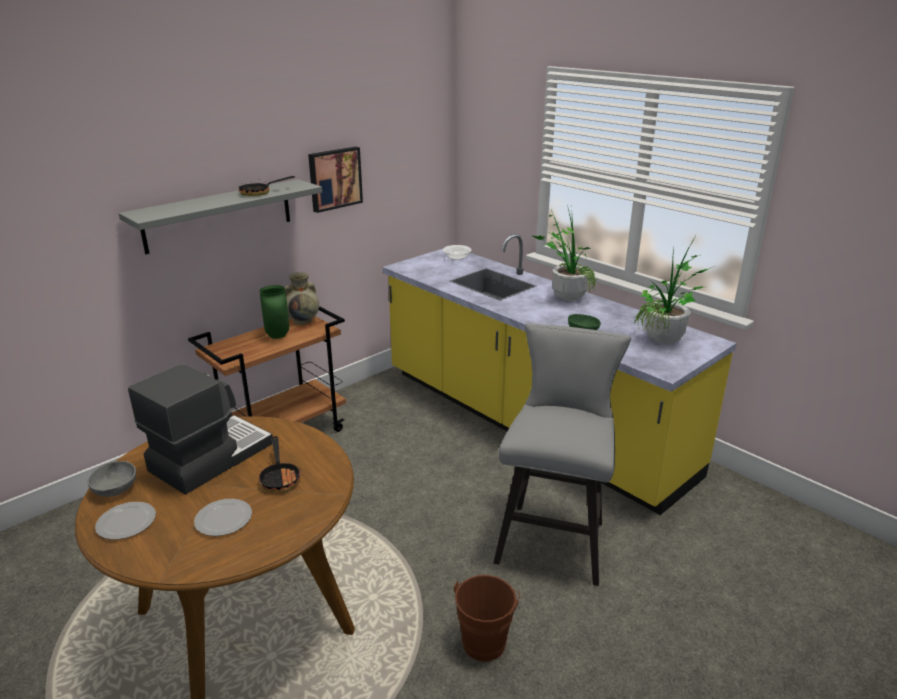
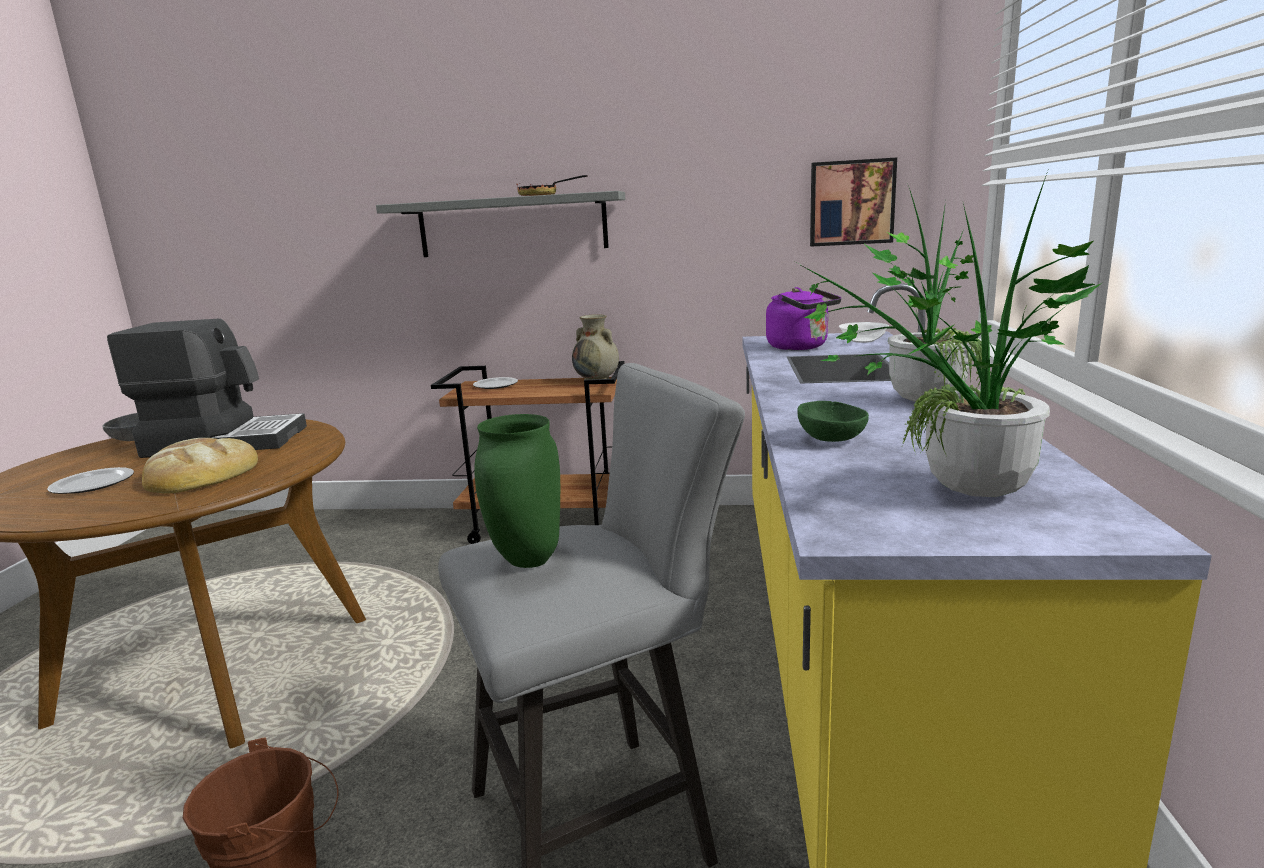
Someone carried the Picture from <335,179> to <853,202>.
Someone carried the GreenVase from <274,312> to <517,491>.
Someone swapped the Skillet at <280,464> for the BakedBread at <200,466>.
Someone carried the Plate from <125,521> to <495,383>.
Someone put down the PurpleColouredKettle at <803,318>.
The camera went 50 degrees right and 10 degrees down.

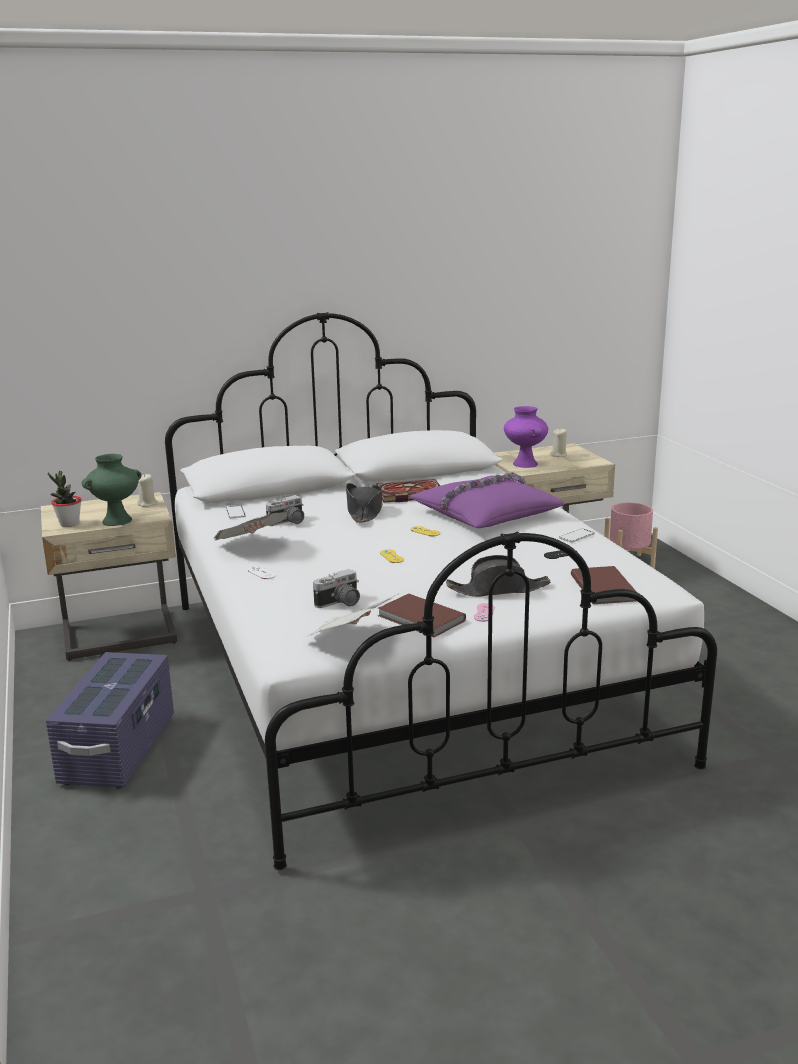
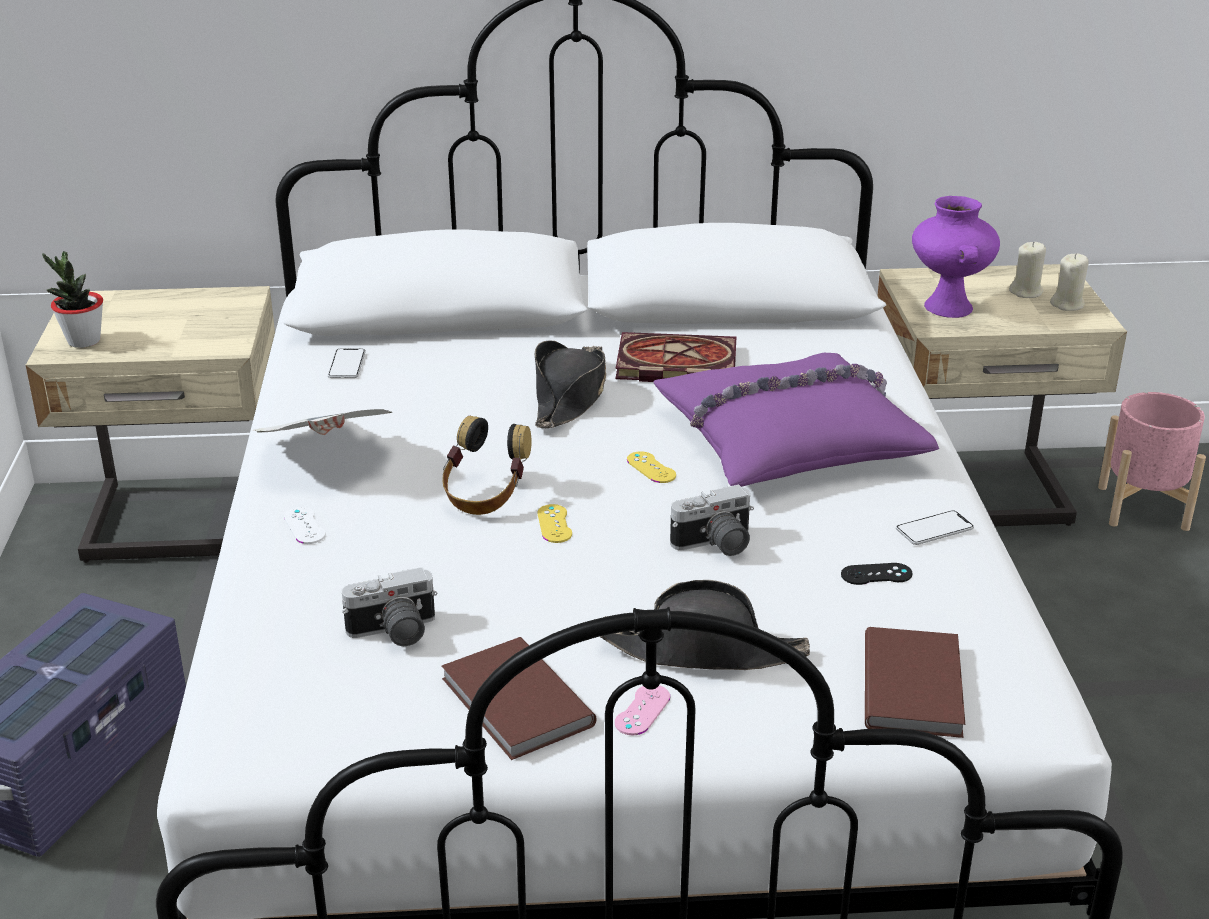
Someone took away the GreenVase at <112,490>.
Someone carried the SandColouredWaxLight from <147,490> to <1069,282>.
Someone carried the StillCamera from <285,510> to <712,520>.
Someone took away the Newspaper at <350,616>.
Someone put down the Headphones at <487,465>.
The camera went 15 degrees right and 10 degrees up.

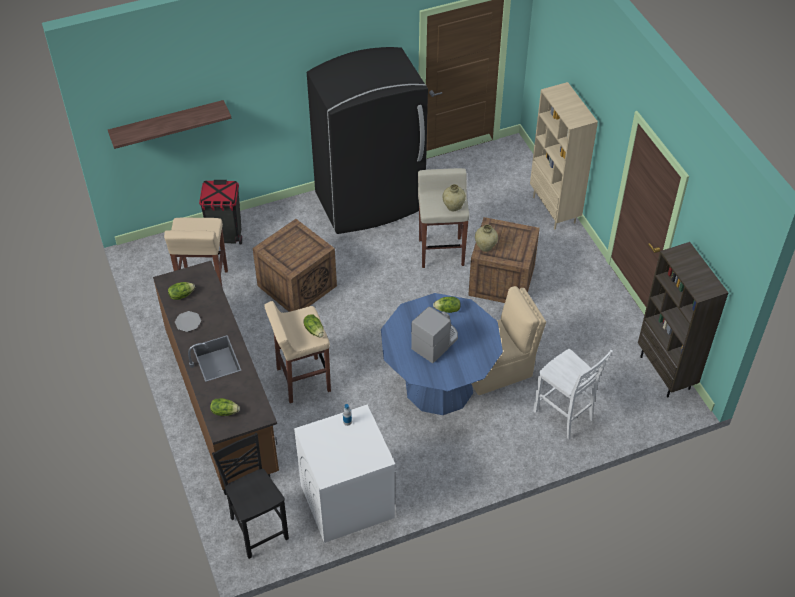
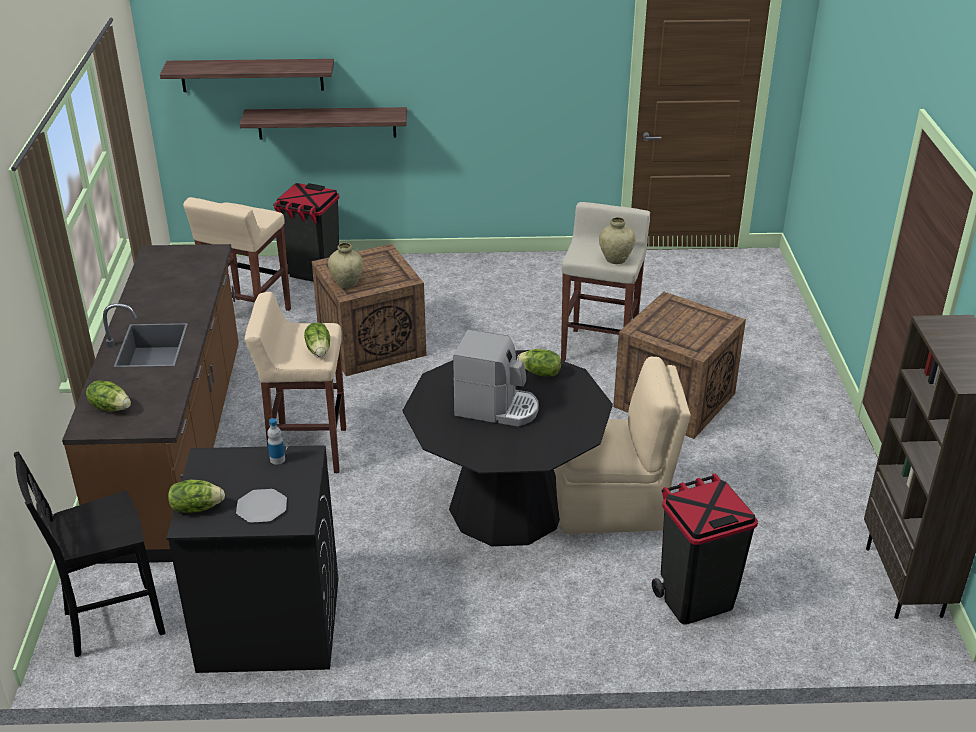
Someone took away the BlackFridge at <367,140>.
Someone took away the SandColouredBookshelf at <564,156>.
Someone carried the SandColouredVase from <486,238> to <346,265>.
Someone carried the LettuceHead from <181,291> to <196,496>.
Someone repainted the BluishDiningTable at <442,354>, which became the BlackDiningTable at <507,448>.
Someone rotated the CoffeeMaker at <434,335> by 45 degrees clockwise.
Someone carried the Plate from <188,321> to <261,506>.
Someone swapped the WhiteColouredPlainChair at <573,394> for the BlackWasteBin at <705,549>.
Someone repainted the WhiteColouredLaundryAppliance at <344,474>, which became the BlackLaundryAppliance at <253,559>.
Someone rotated the BlackPlainChair at <250,496> by 105 degrees counterclockwise.
Someone put up the Shelf at <323,123>.
The camera went 20 degrees right and 15 degrees down.

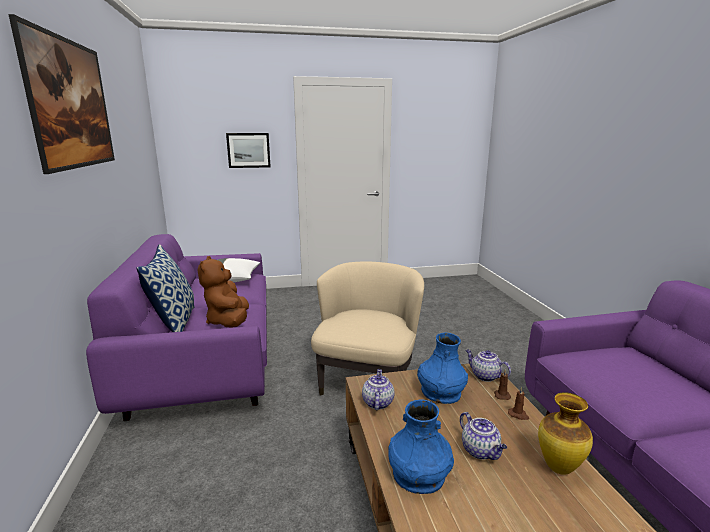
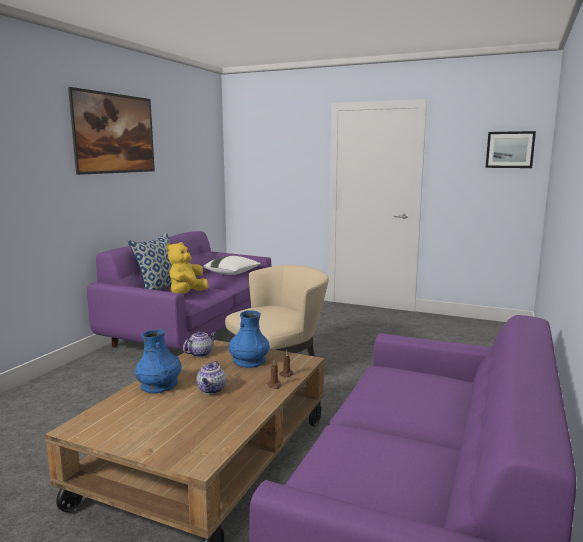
Someone carried the Picture from <248,150> to <511,149>.
Someone repainted the BrownishPlushToy at <223,291>, which became the YellowPlushToy at <187,268>.
Someone took away the Teapot at <488,365>.
Someone took away the Vase at <565,433>.
The camera went 35 degrees right and 5 degrees down.

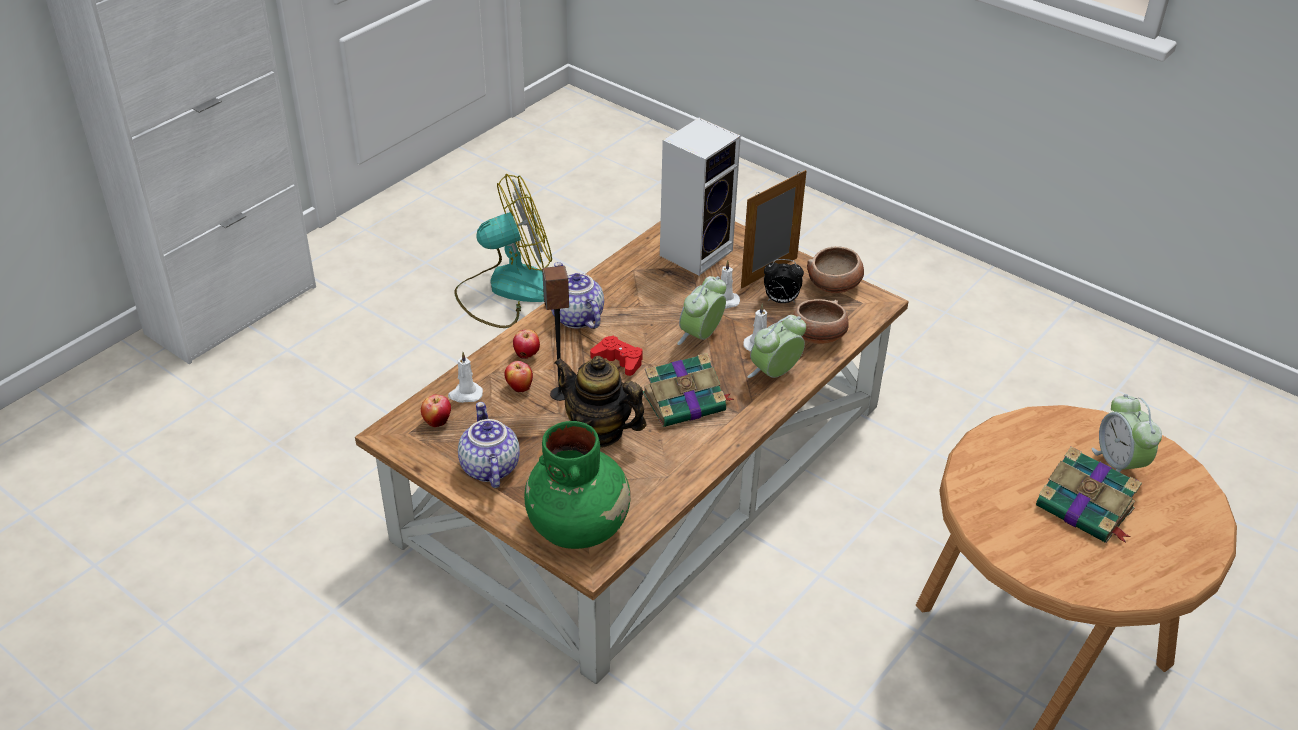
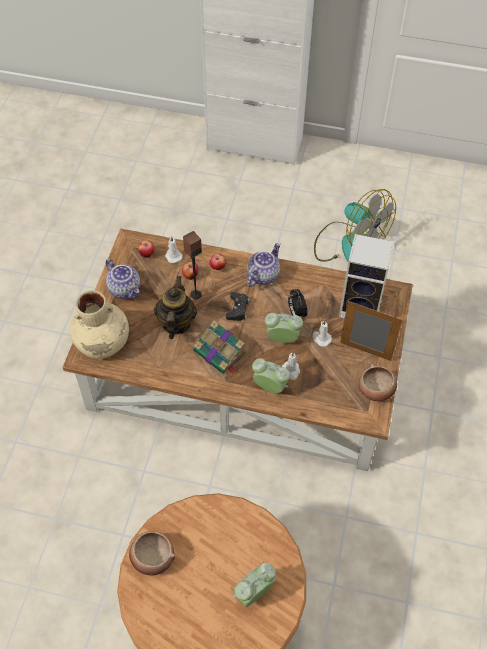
Someone carried the TableClock from <784,281> to <298,303>.
Someone carried the Bowl from <821,321> to <152,553>.
Someone repainted the RedColouredJoypad at <616,356>, which became the BlackJoypad at <237,306>.
Someone rotated the Teapot at <489,445> by 90 degrees clockwise.
Someone repainted the GreenVase at <577,485>, which became the SandColouredVase at <99,324>.
Someone took away the Book at <1089,494>.
The camera went 65 degrees right and 15 degrees up.

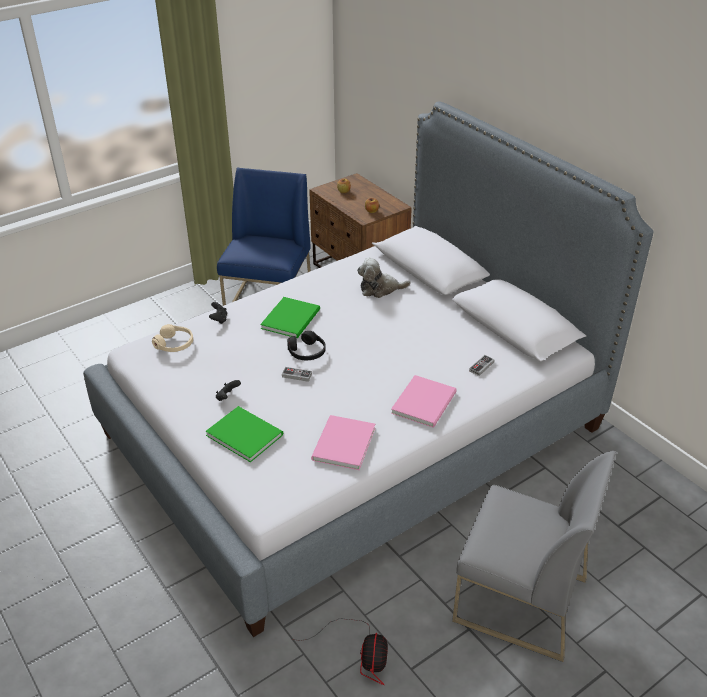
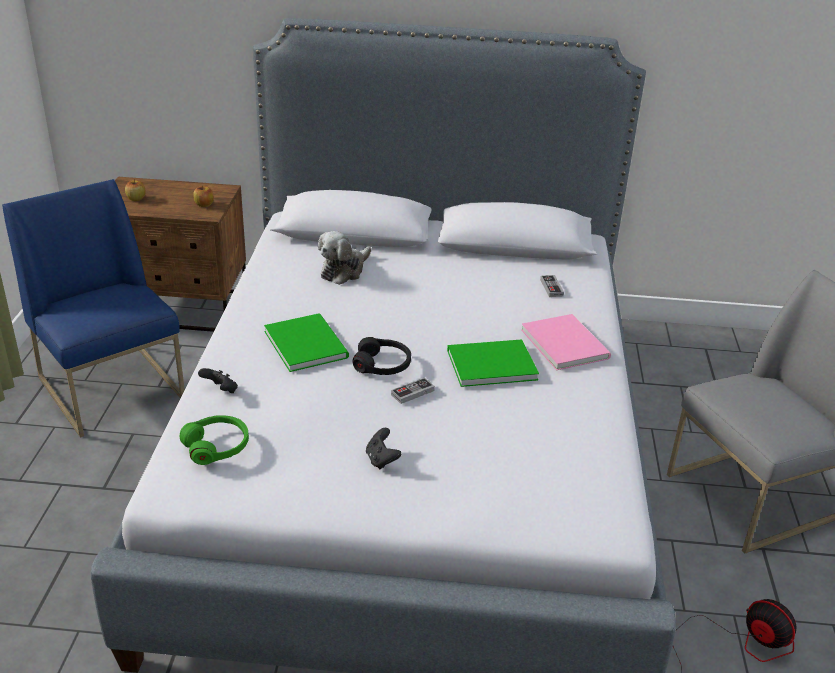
Someone repainted the SandColouredHeadphones at <172,338>, which became the GreenHeadphones at <214,440>.
Someone carried the GreenBook from <244,434> to <493,363>.
Someone took away the PinkColouredBook at <343,442>.
The camera went 50 degrees left and 5 degrees down.

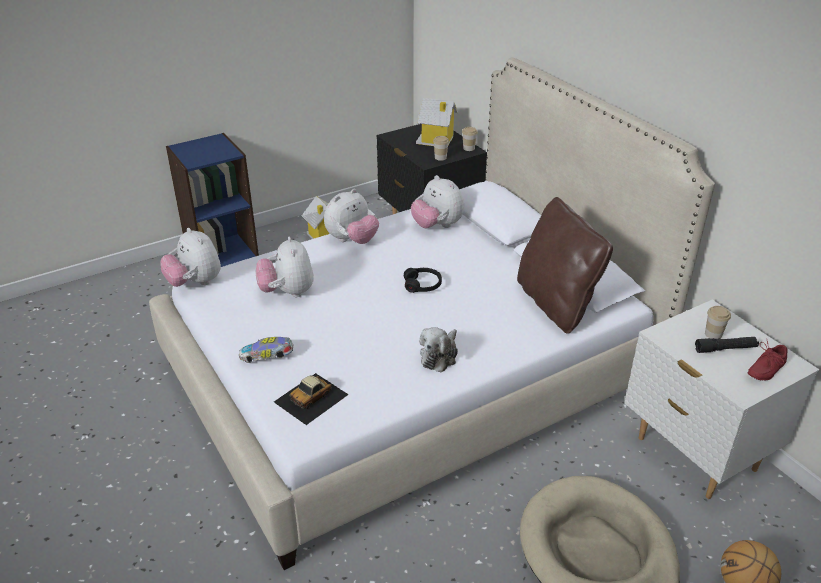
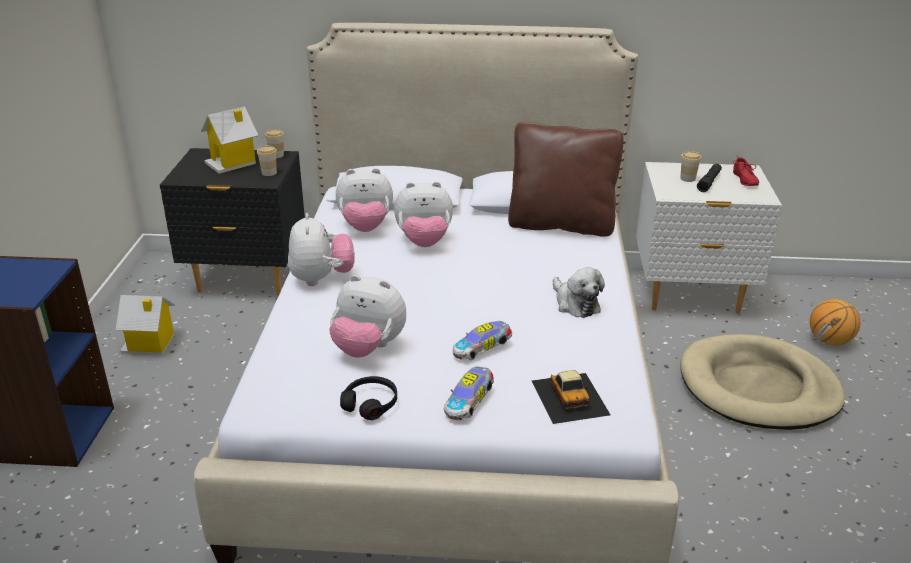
Someone carried the PlushToy from <190,257> to <423,214>.
Someone carried the BlackHeadphones from <423,280> to <368,398>.
Someone put down the ModelCar at <482,340>.
The camera went 55 degrees left and 5 degrees down.

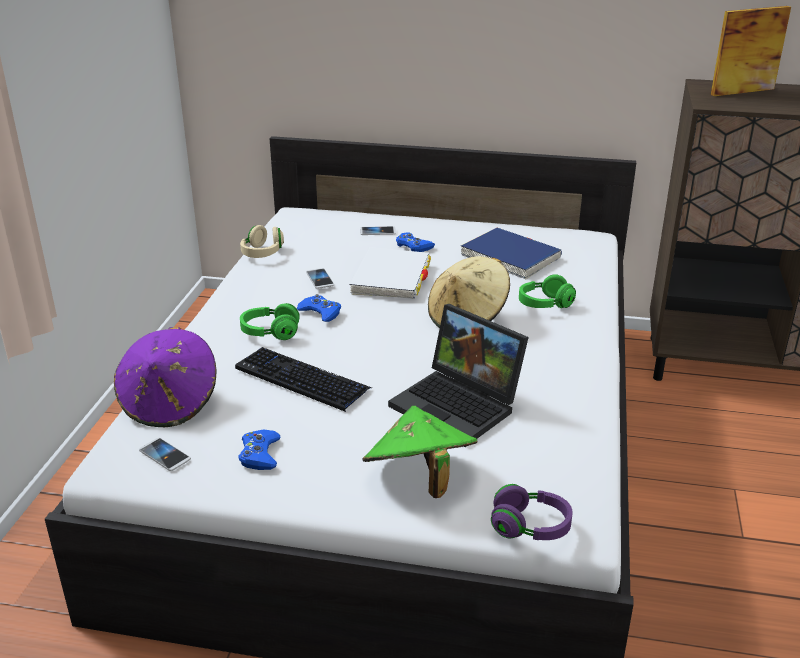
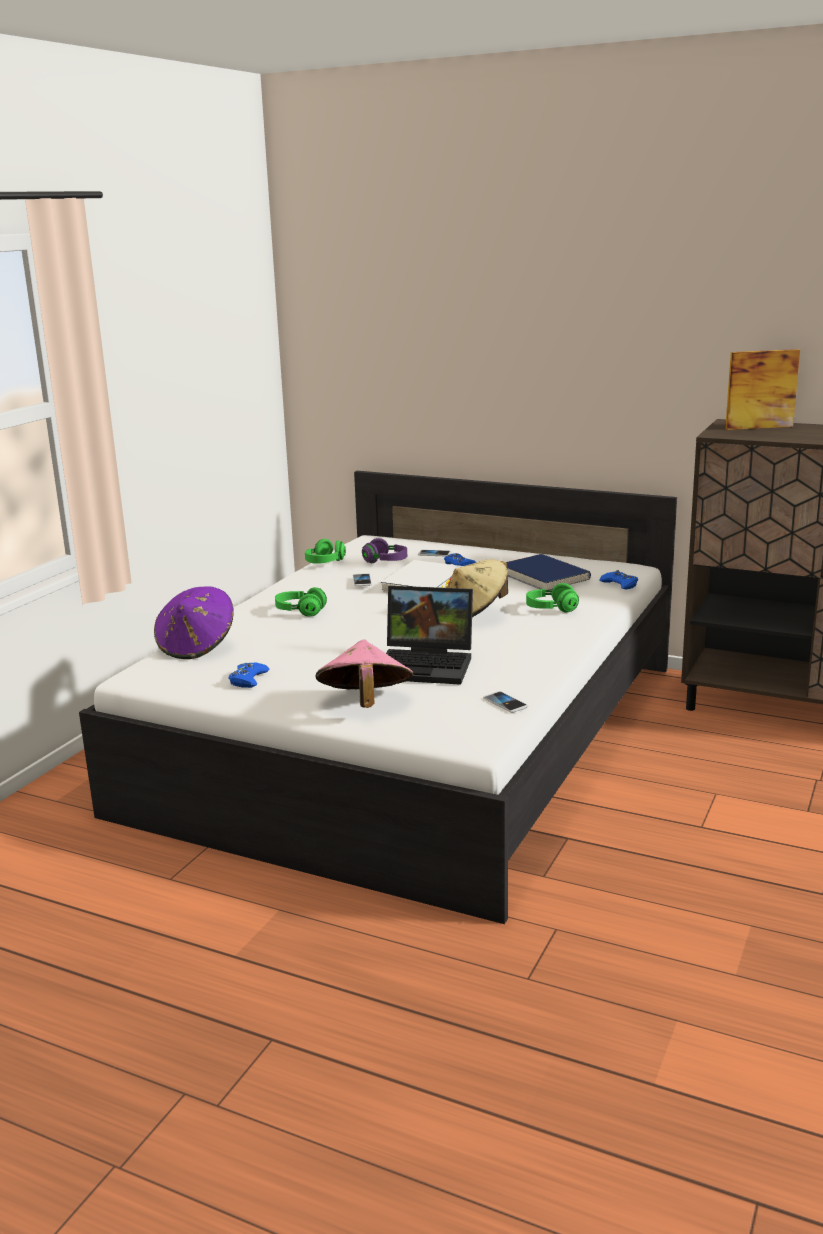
Someone repainted the SandColouredHeadphones at <262,241>, which became the GreenHeadphones at <325,551>.
Someone carried the BluishJoypad from <318,308> to <618,579>.
Someone rotated the PortableComputer at <458,375> by 45 degrees counterclockwise.
Someone took away the Keyboard at <303,379>.
Someone repainted the GreenHat at <420,452>, which became the PinkColouredHat at <364,673>.
Someone carried the Phone from <165,454> to <505,702>.
Someone carried the PurpleColouredHeadphones from <532,512> to <384,550>.
The camera went 15 degrees right and 10 degrees down.

